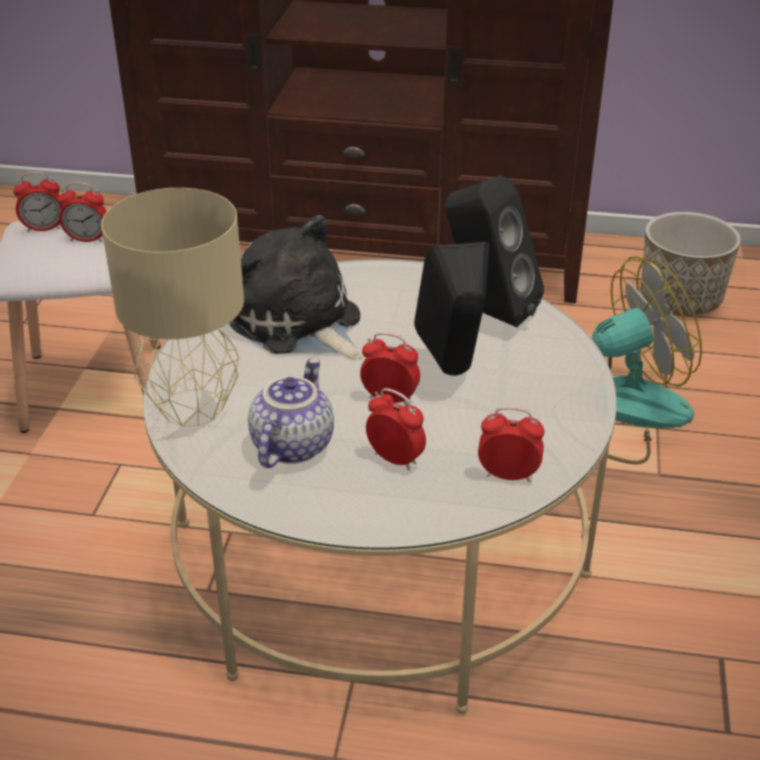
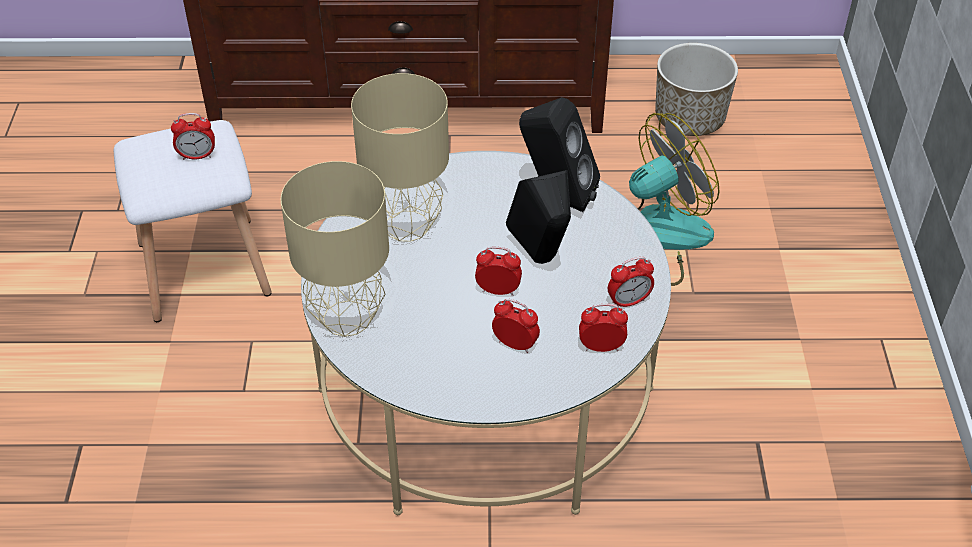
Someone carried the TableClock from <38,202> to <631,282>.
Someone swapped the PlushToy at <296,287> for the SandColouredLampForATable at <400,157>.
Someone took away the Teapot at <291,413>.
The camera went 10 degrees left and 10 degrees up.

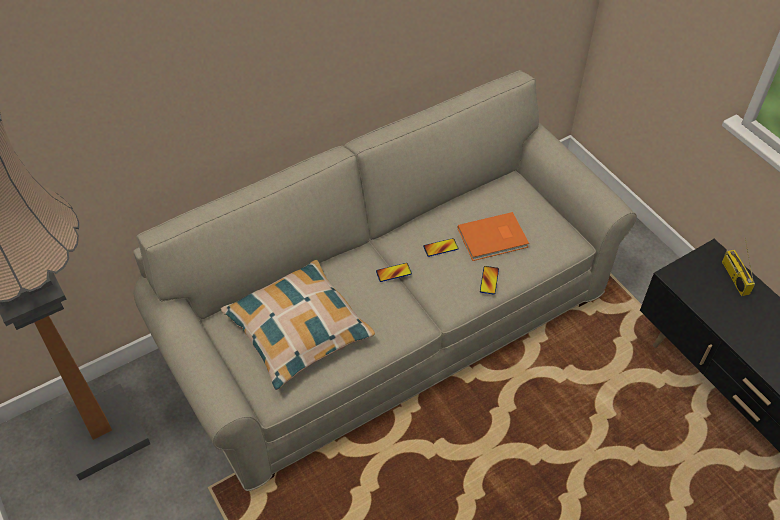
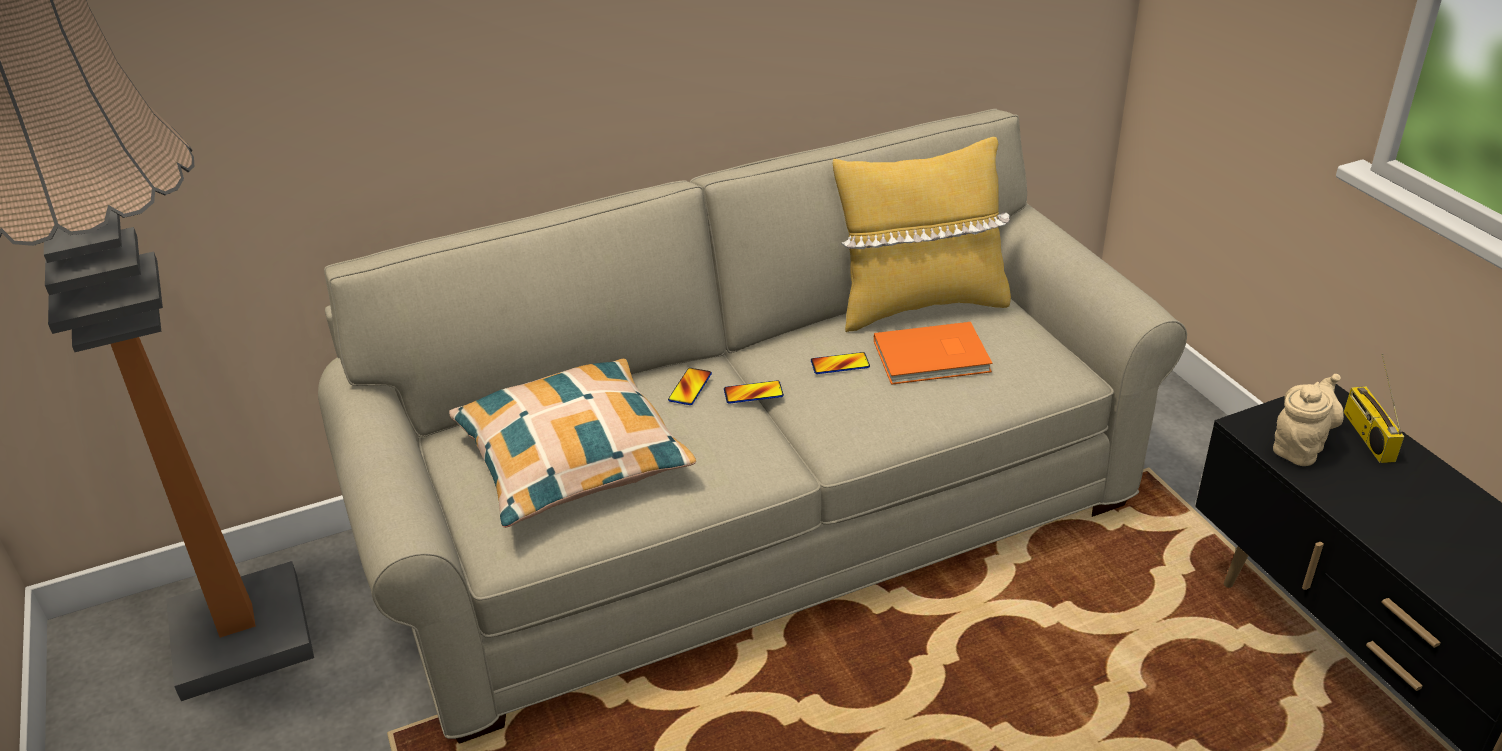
Someone carried the Phone from <489,280> to <690,386>.
Someone put down the YellowCushion at <922,234>.
Someone put down the SandColouredTeapot at <1308,420>.
The camera went 10 degrees right and 15 degrees down.

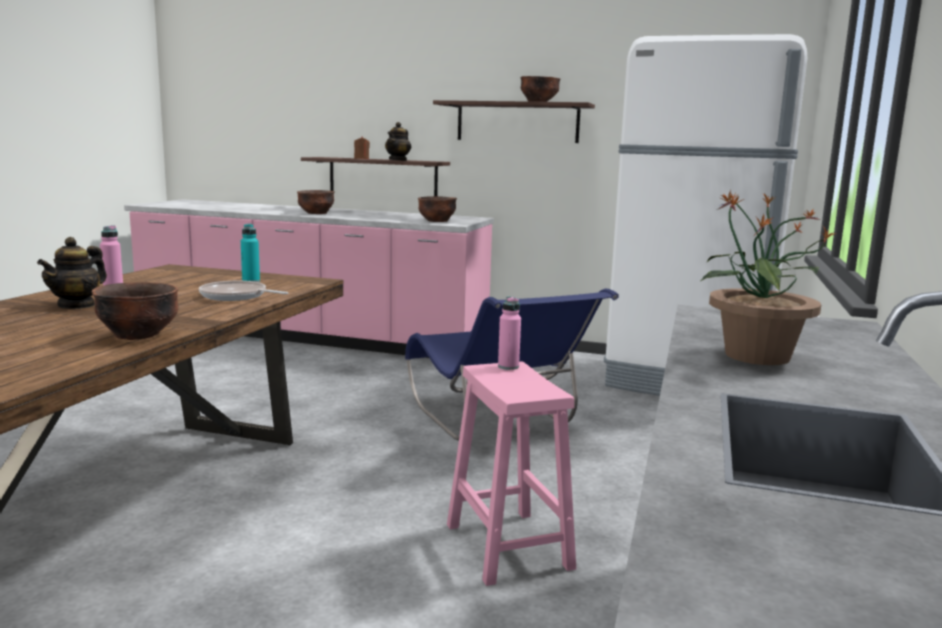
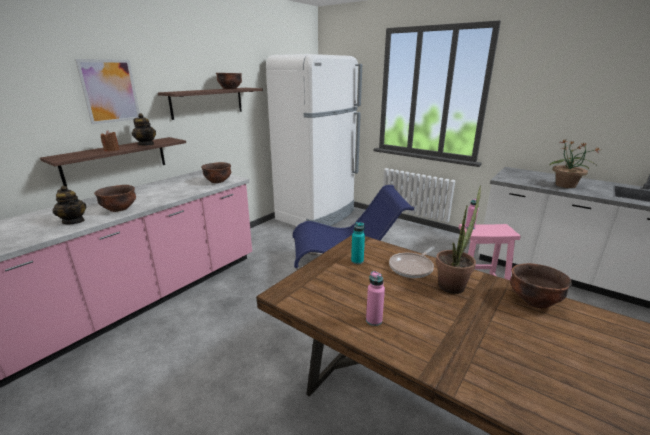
Someone carried the Teapot from <72,273> to <69,205>.
Someone put up the Picture at <107,91>.
Someone put down the Houseplant at <458,240>.
The camera went 70 degrees left and 10 degrees up.

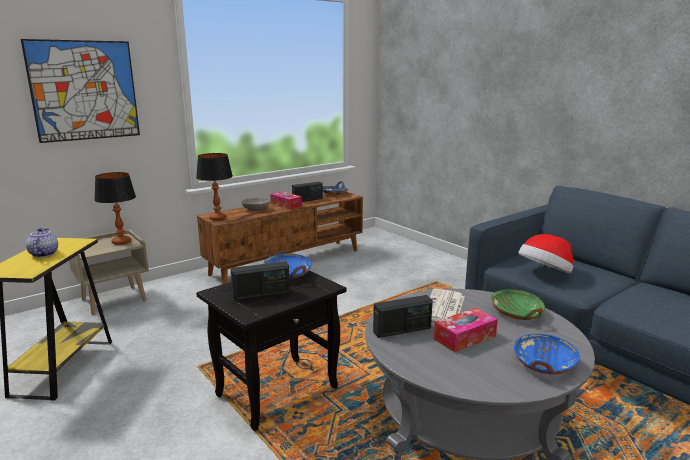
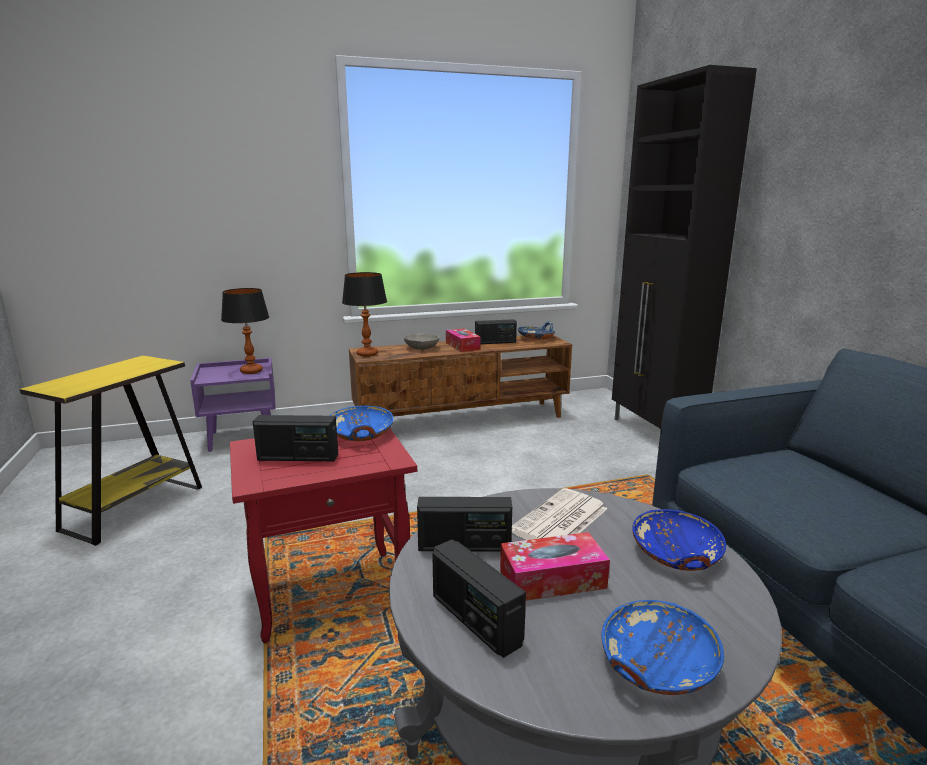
Someone took away the Picture at <80,91>.
Someone took away the Teapot at <42,242>.
Someone repainted the SandColouredNightTable at <109,272>, which became the PurpleColouredNightTable at <233,405>.
Someone took away the Hat at <545,253>.
Someone repainted the BlackEndTable at <271,350>, which became the RedColouredEndTable at <323,536>.
Someone repainted the GreenBowl at <518,304>, which became the BluishBowl at <679,540>.
Someone put down the BlackStorageCabinet at <684,247>.
Someone put down the Radio at <479,598>.
The camera went 20 degrees right and 0 degrees up.

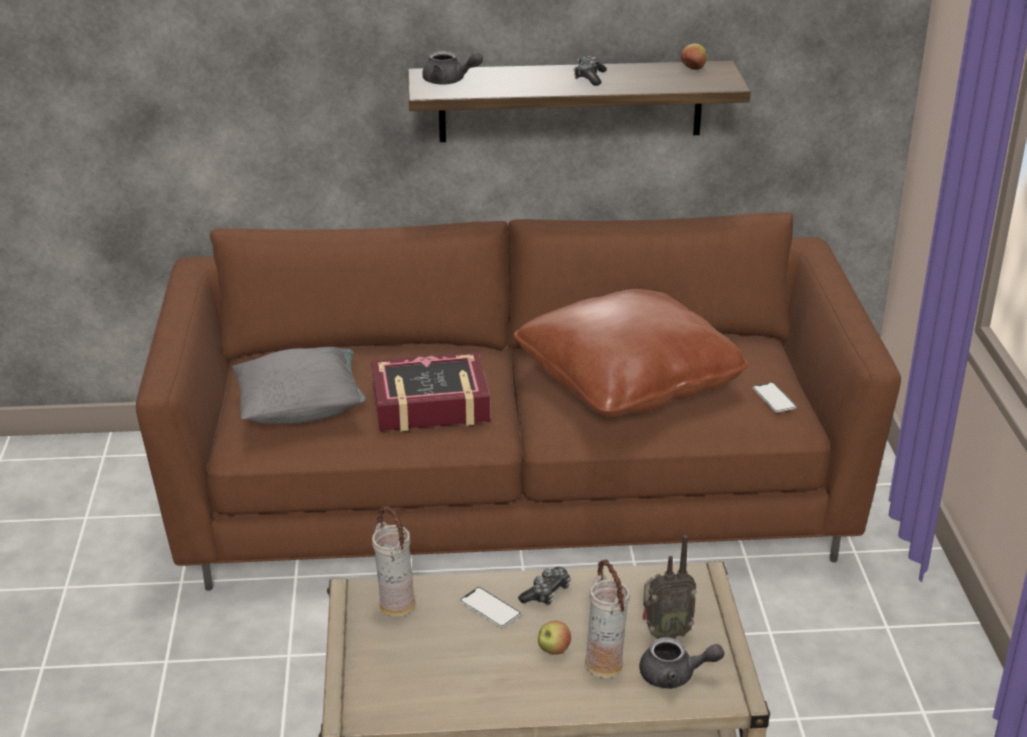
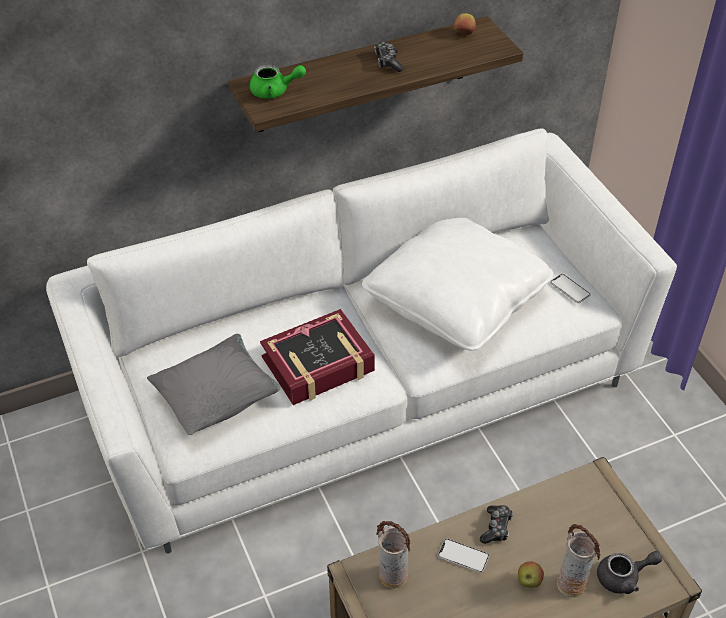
Someone repainted the GrayTeapot at <452,67>, which became the GreenTeapot at <278,82>.
Someone repainted the BrownishCouch at <518,401>, which became the WhiteColouredCouch at <361,341>.
Someone repainted the BrownishCushion at <631,353>, which became the WhiteColouredCushion at <457,284>.
Someone took away the Radio at <670,587>.
The camera went 20 degrees left and 15 degrees up.

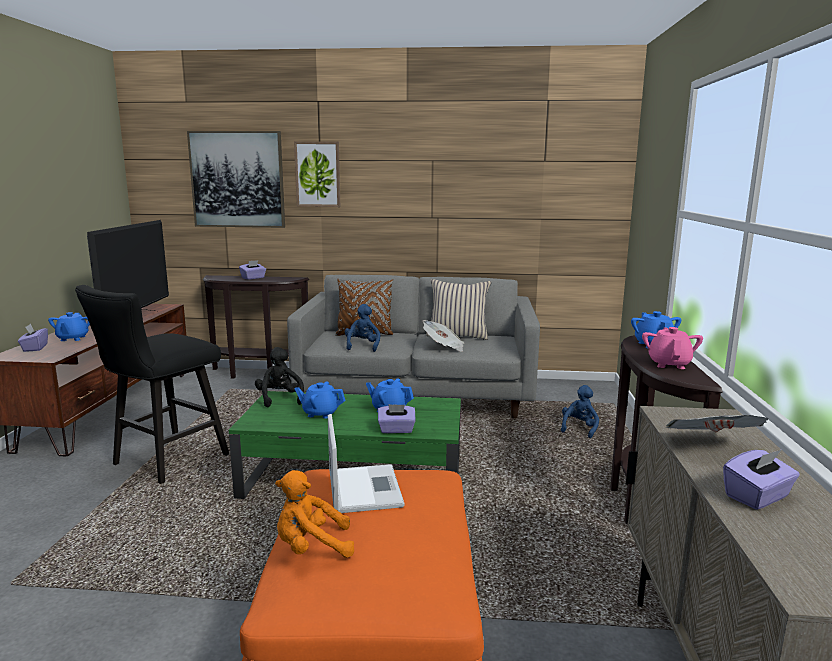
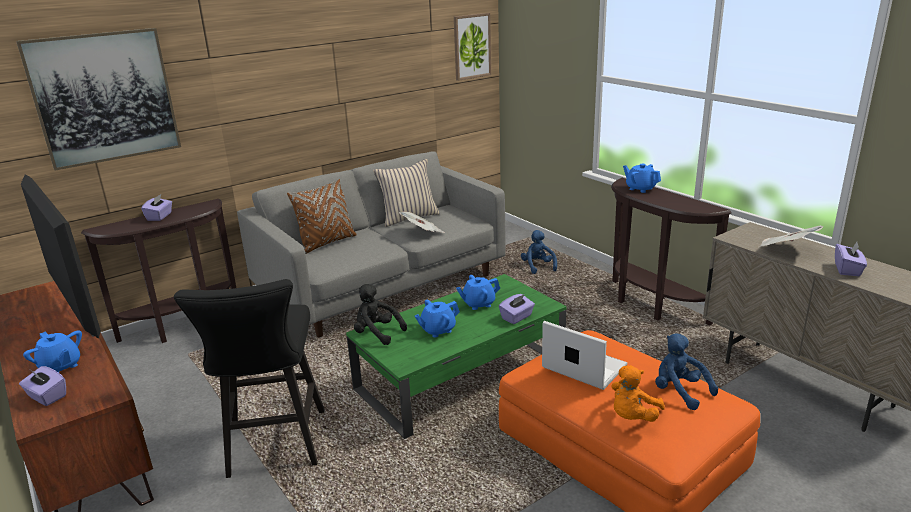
Someone carried the Picture from <317,174> to <472,47>.
Someone carried the BluishPlushToy from <362,328> to <686,371>.
Someone took away the PinkColouredTeapot at <672,348>.
The camera went 40 degrees left and 10 degrees up.

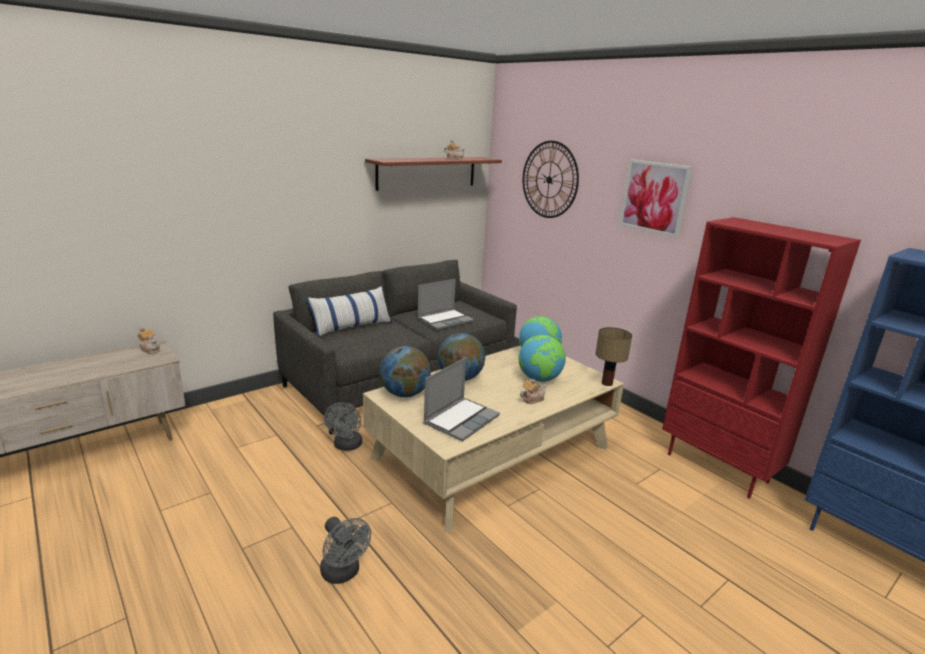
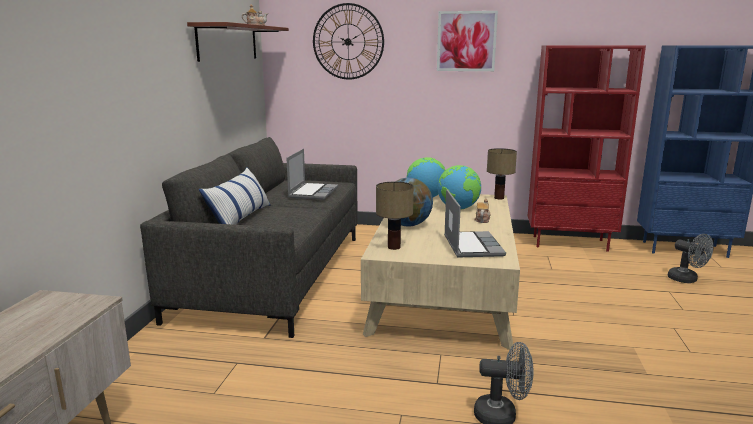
Someone took away the Teapot at <148,340>.
Someone swapped the DeskGlobe at <405,371> for the LampForATable at <395,216>.
Someone carried the GrayCoolingFan from <343,427> to <690,258>.
The camera went 40 degrees left and 5 degrees down.

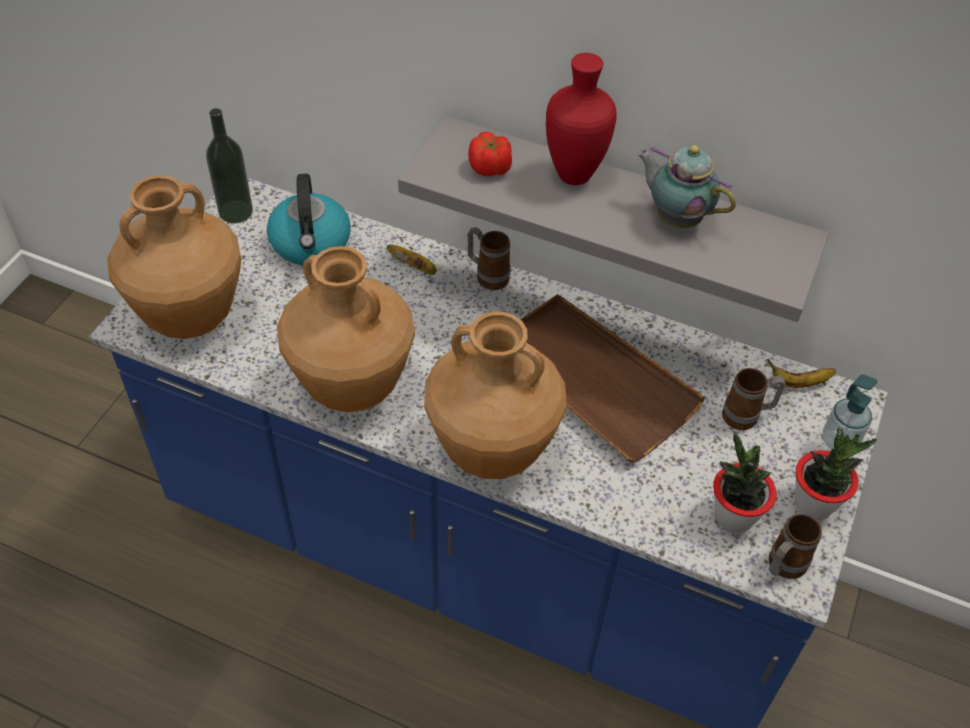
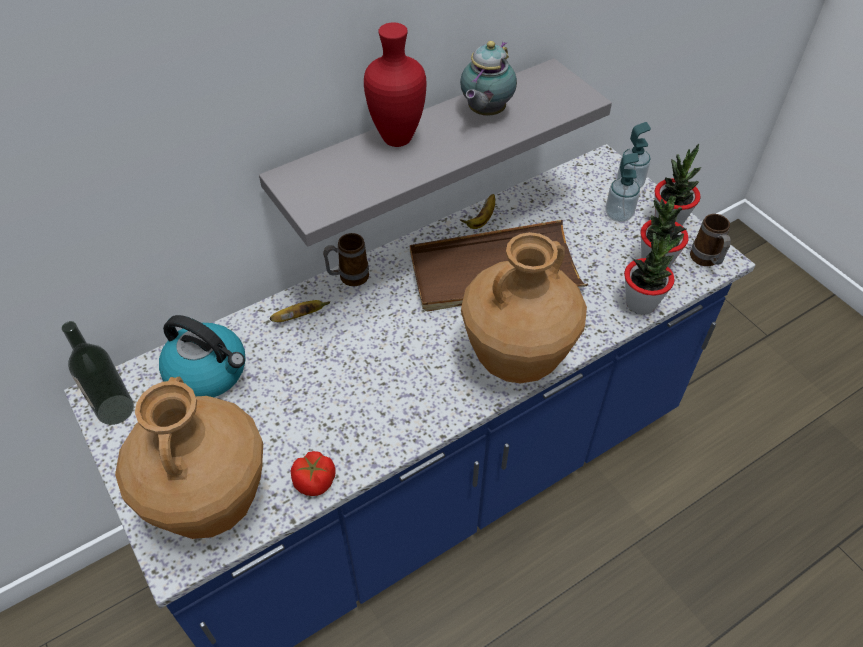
Someone carried the Tomato from <490,154> to <313,473>.
Someone rotated the Teapot at <686,186> by 45 degrees counterclockwise.
Someone took away the BrownishVase at <346,329>.
Someone carried the WholeBanana from <801,373> to <477,211>.
Someone took away the Mug at <754,399>.
Someone put down the SoapBottle at <622,187>.
Someone put down the Houseplant at <654,274>.
The camera went 55 degrees left and 0 degrees up.

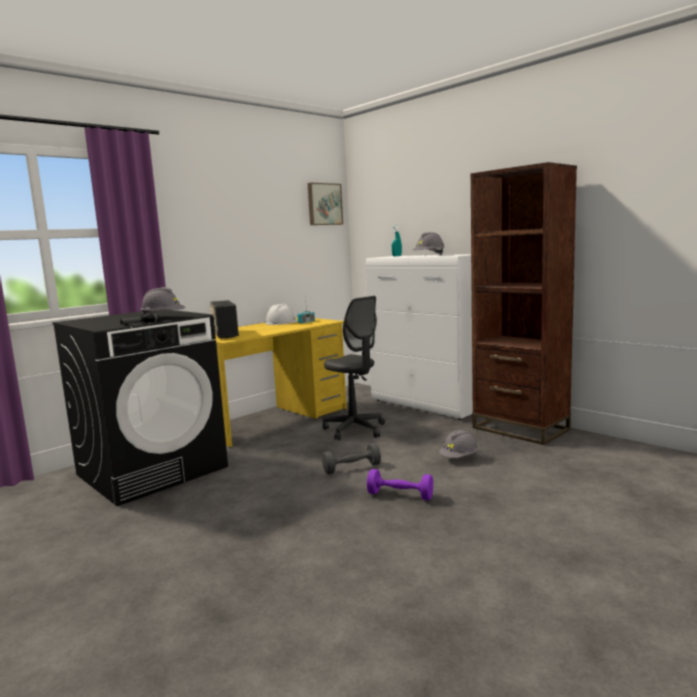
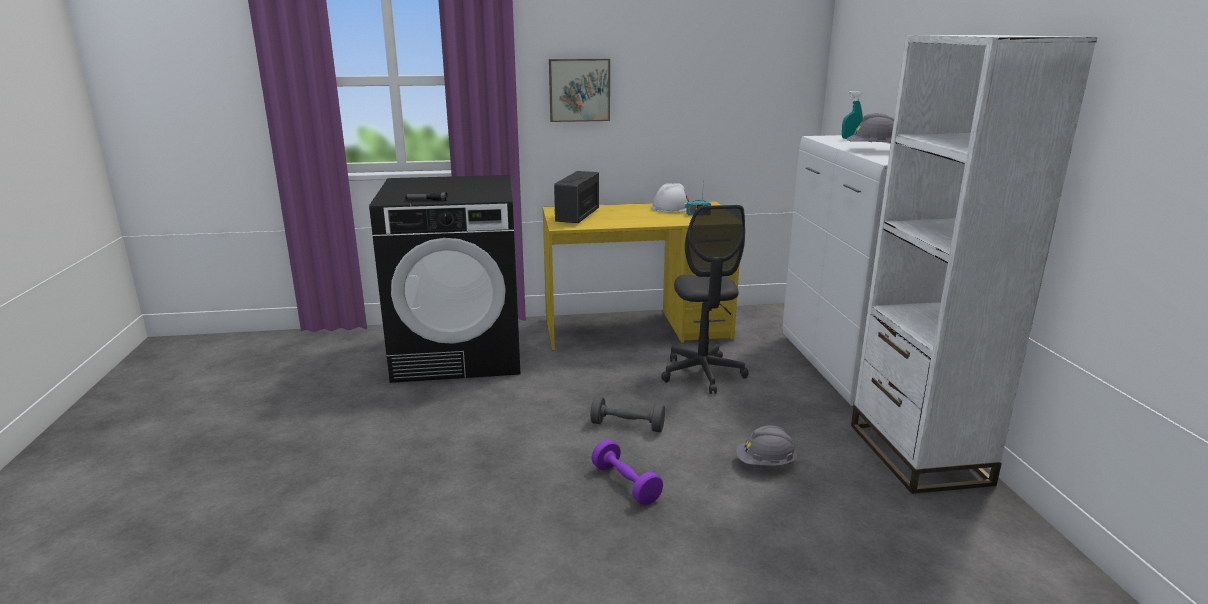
Someone repainted the BrownishBookshelf at <524,303>, which became the WhiteColouredBookshelf at <974,264>.
Someone carried the Picture from <325,204> to <579,90>.
Someone took away the GrayHardHat at <163,302>.
The camera went 35 degrees right and 10 degrees up.

